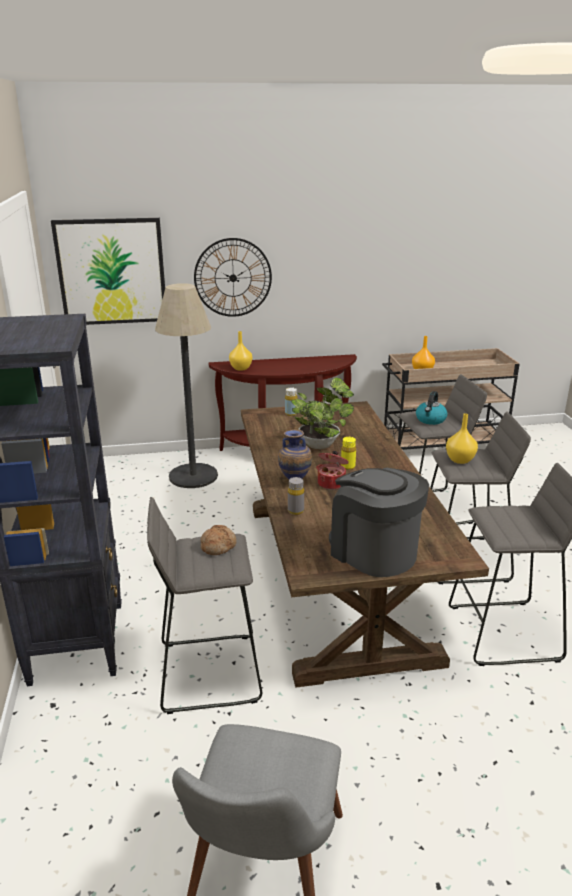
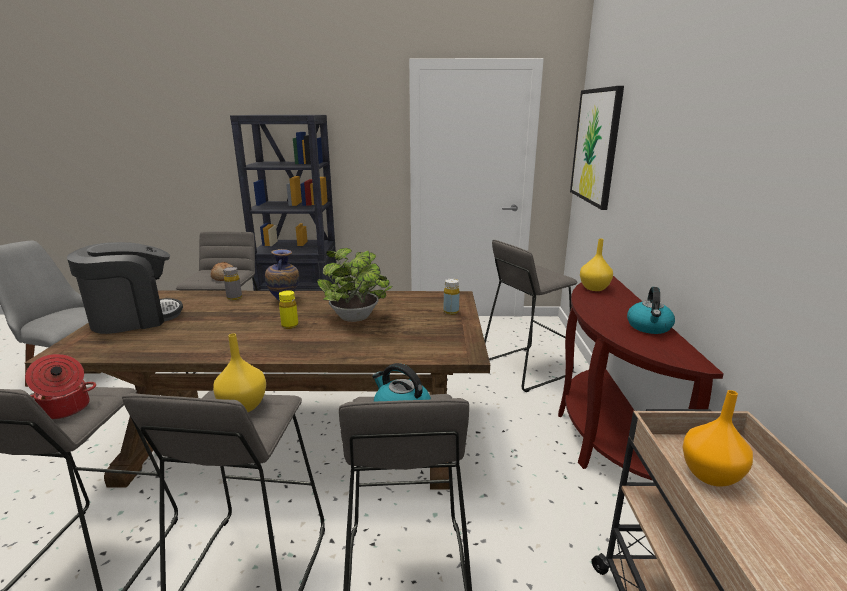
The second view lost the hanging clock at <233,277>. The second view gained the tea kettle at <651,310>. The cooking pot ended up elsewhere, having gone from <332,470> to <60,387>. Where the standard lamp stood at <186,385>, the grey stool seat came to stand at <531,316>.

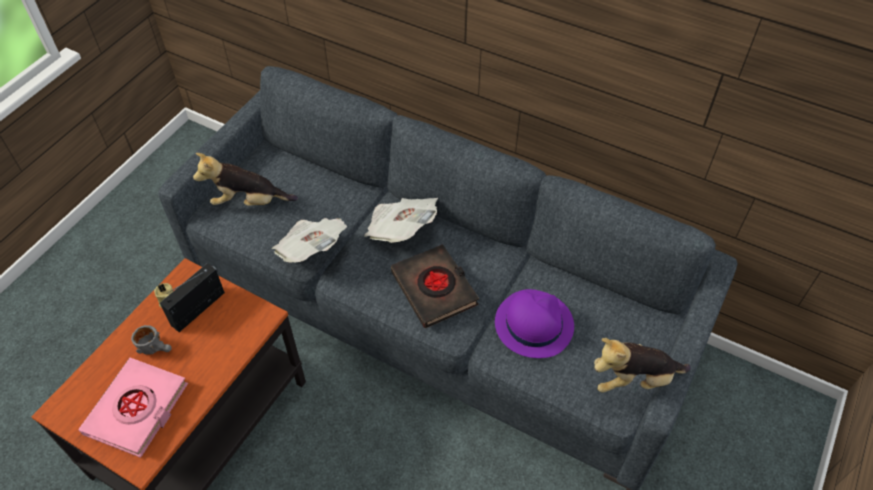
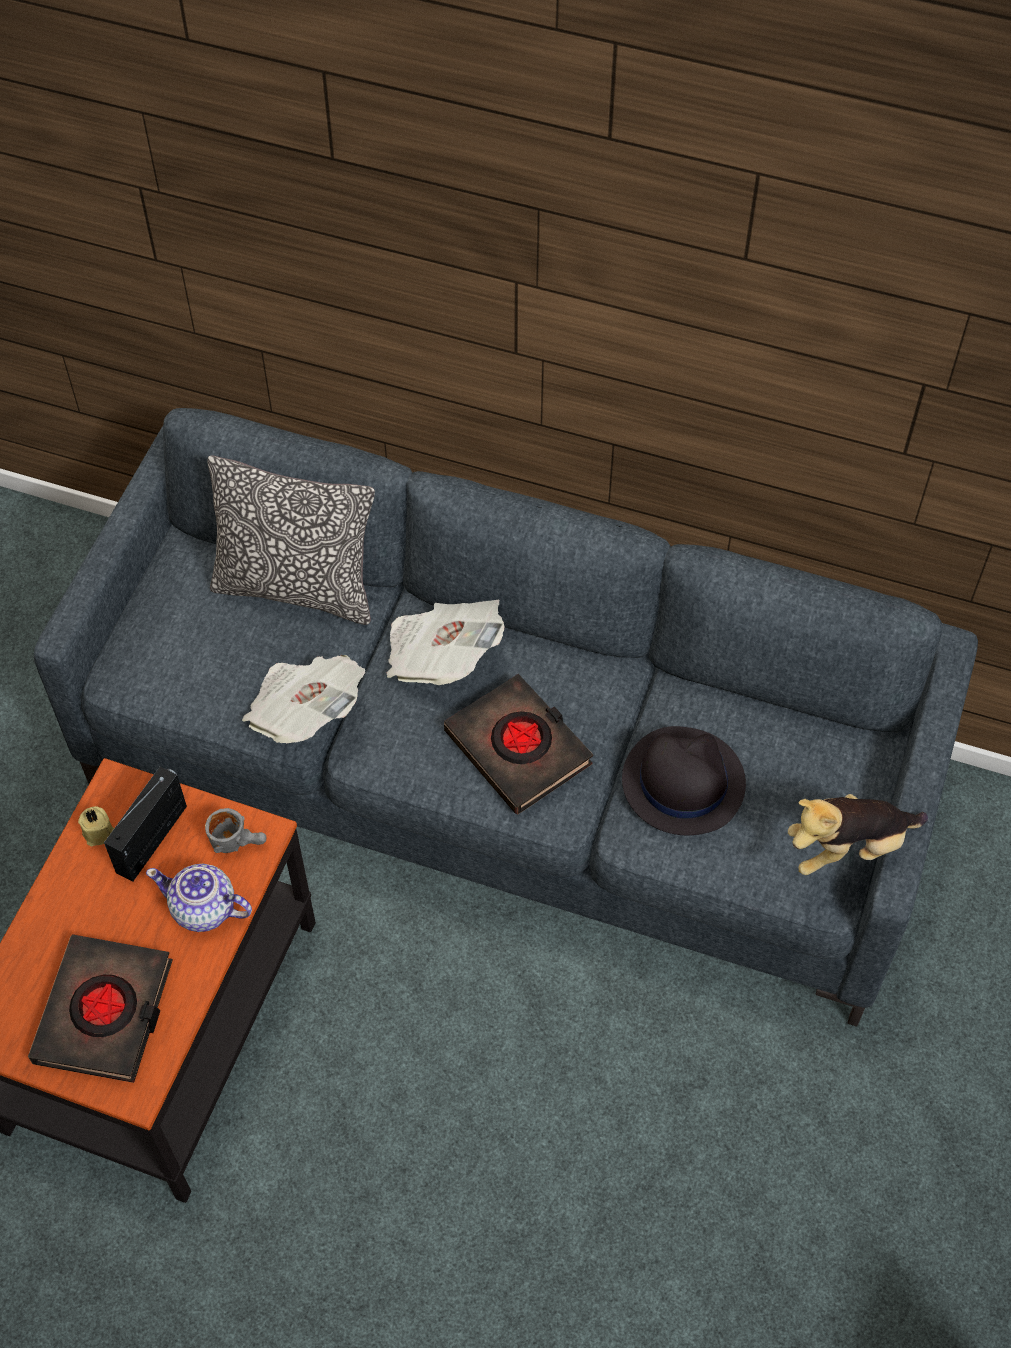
The second view lost the cuddly toy at <245,179>. The second view gained the pot for tea at <199,898>. The second view gained the cushion at <291,540>. The grey tea mug ended up elsewhere, having gone from <151,340> to <236,830>. What was the pinkish volume at <133,408> turned into the blackish volume at <100,1008>. What was the purple clothing hat at <534,323> turned into the blackish clothing hat at <684,780>.

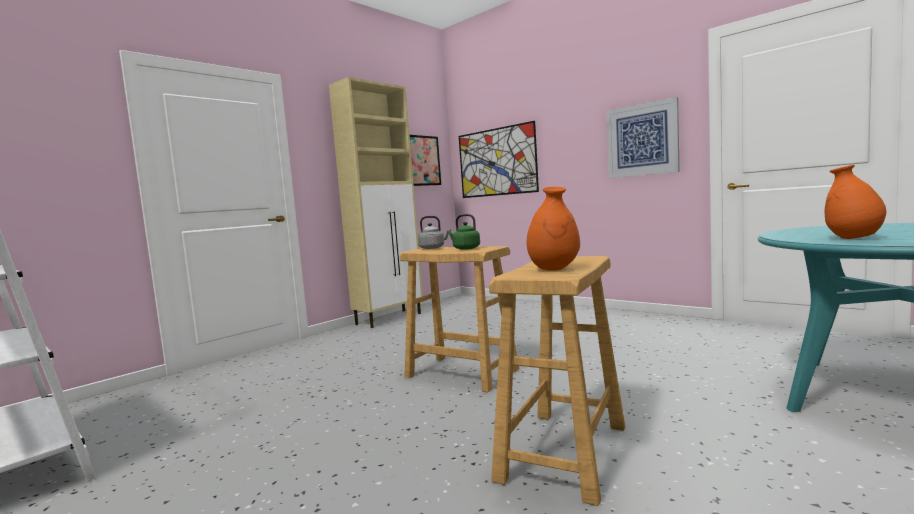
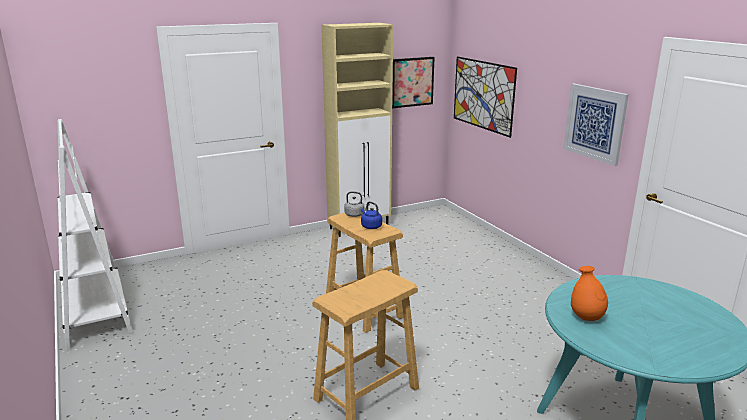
The second view lost the orange-coloured vase at <553,229>. What was the green tea kettle at <463,232> turned into the blue-coloured tea kettle at <371,215>.

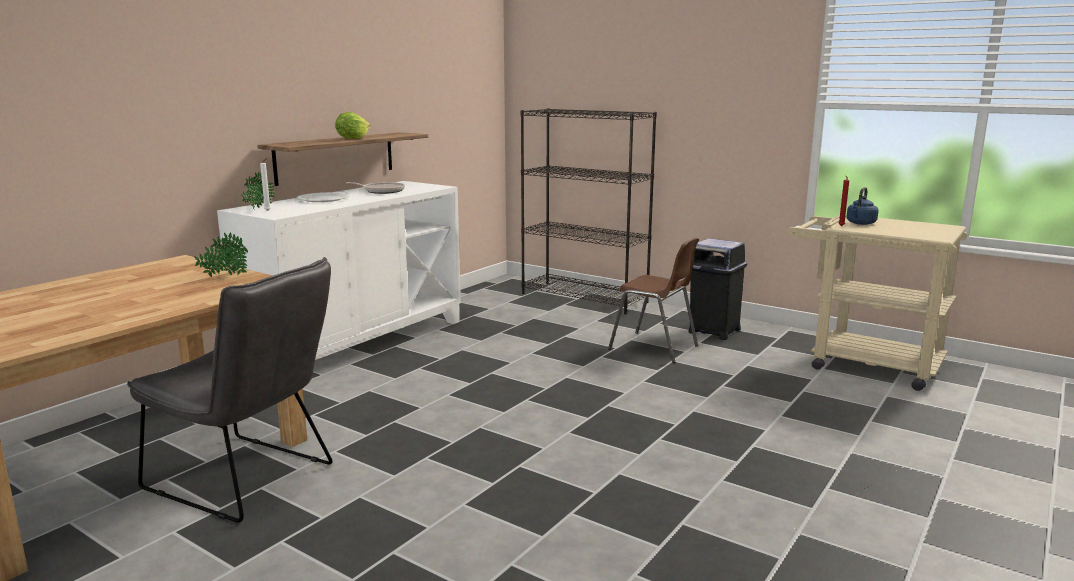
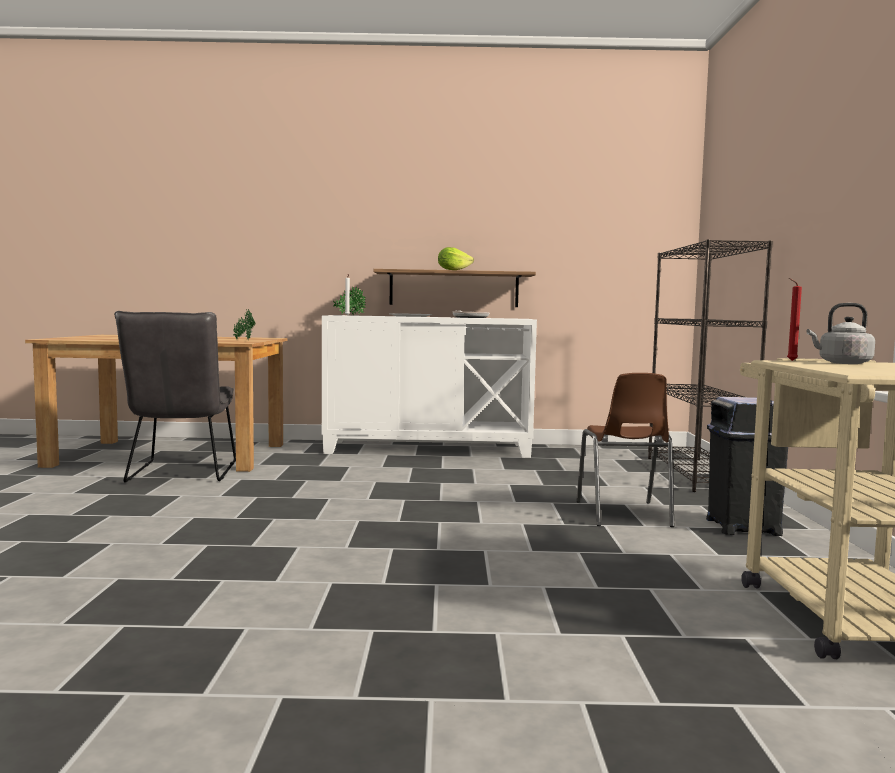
What was the blue-coloured tea kettle at <862,206> turned into the grey tea kettle at <840,333>.

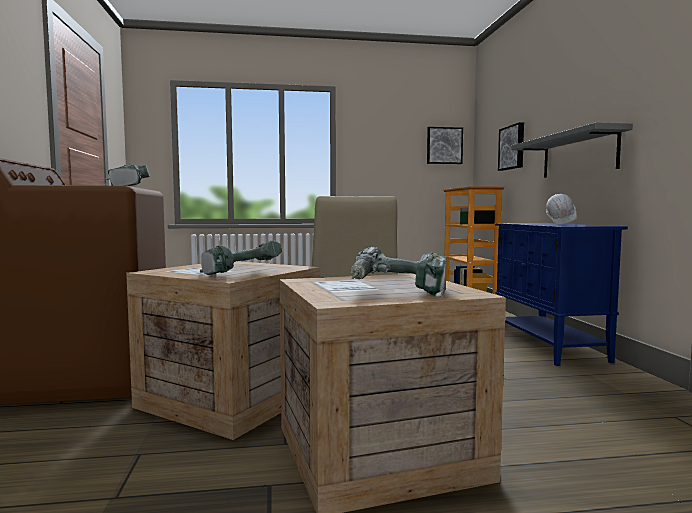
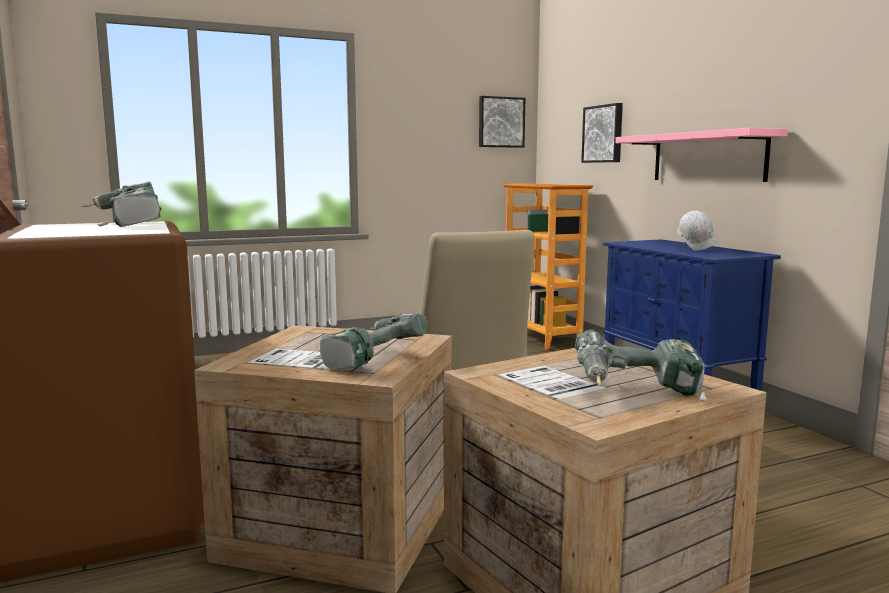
What was the grey wall shelf at <572,150> turned into the pinkish wall shelf at <701,155>.

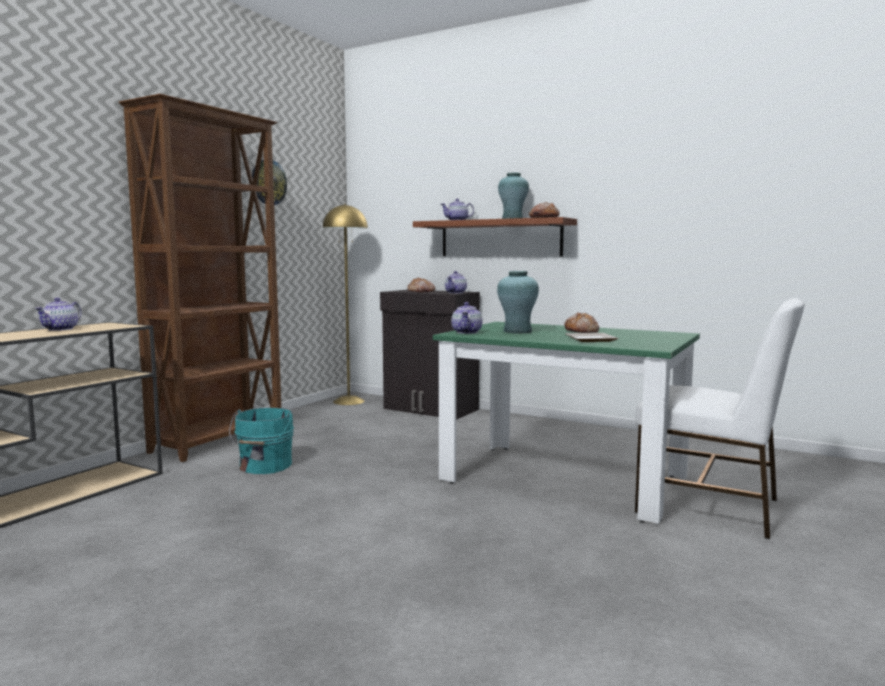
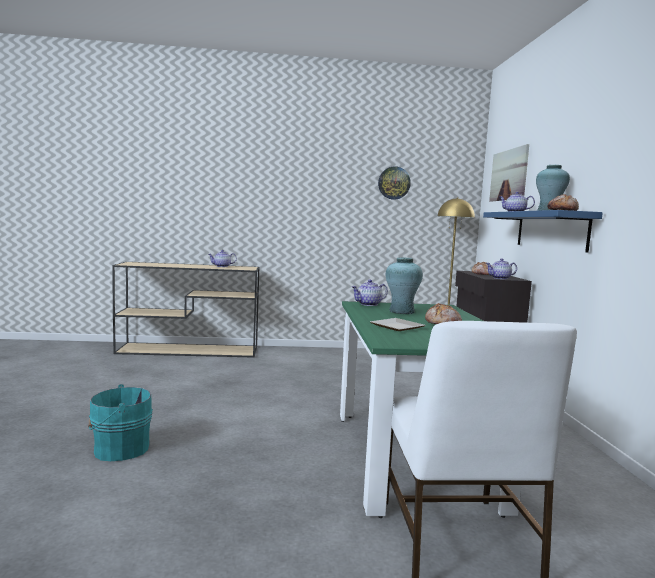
The second view lost the brownish shelving unit at <199,278>. The second view gained the wall picture at <509,173>. The turquoise-coloured bucket ended up elsewhere, having gone from <261,441> to <120,422>. What was the brownish wall shelf at <495,236> turned into the blue-coloured wall shelf at <543,231>.

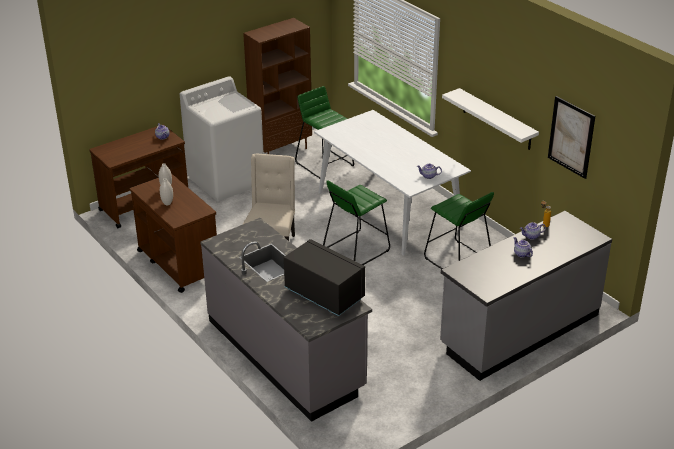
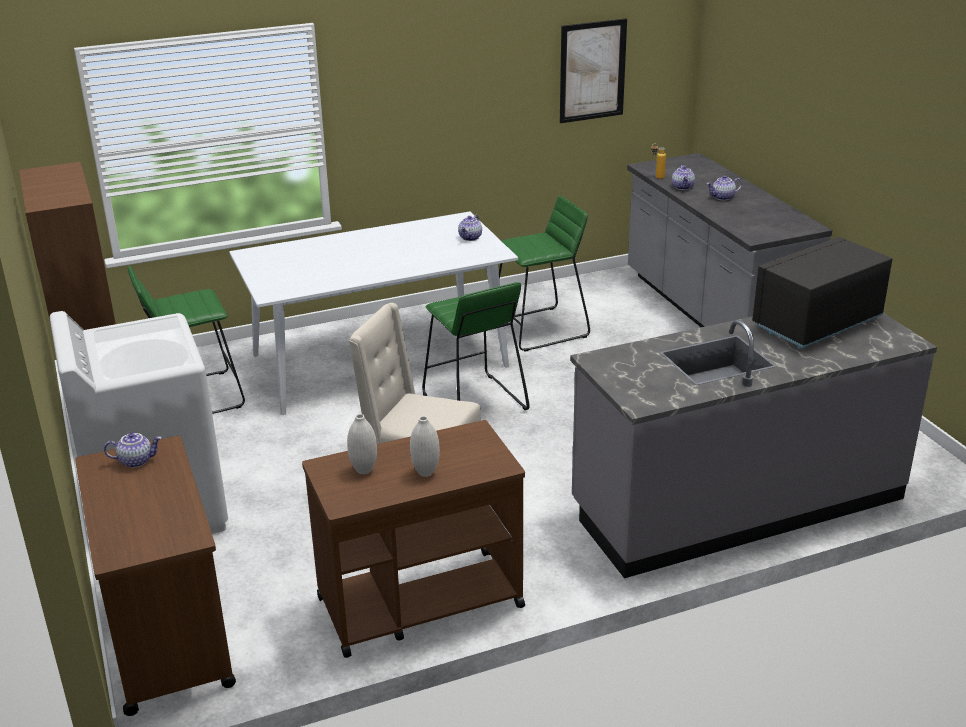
The second view lost the white wall shelf at <490,119>.

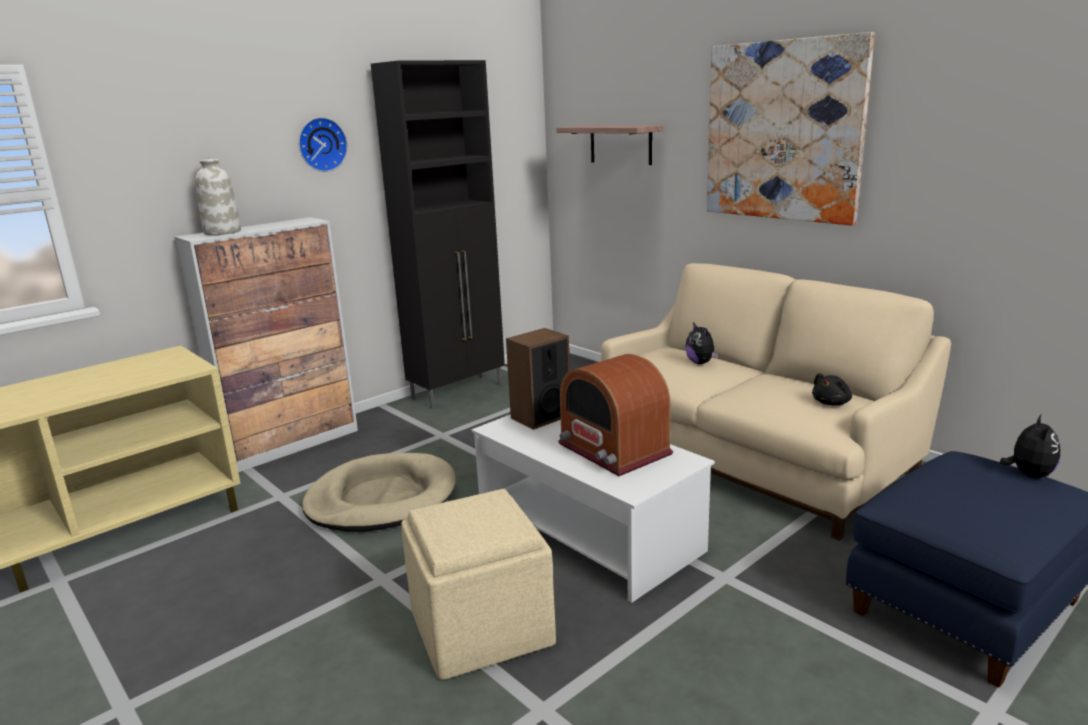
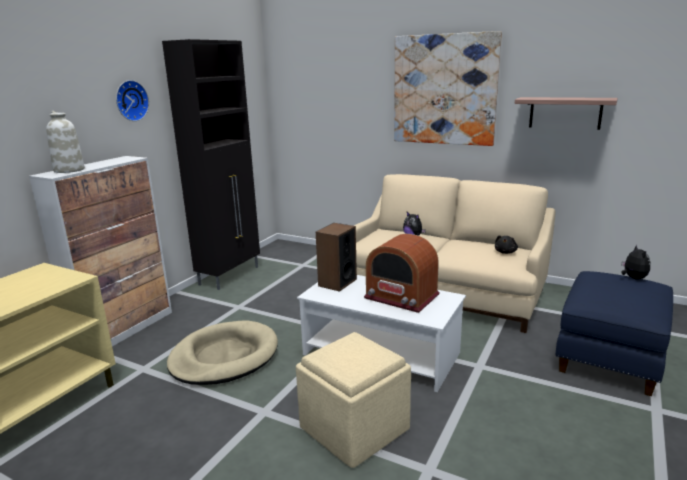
The wall shelf ended up elsewhere, having gone from <609,145> to <566,113>.

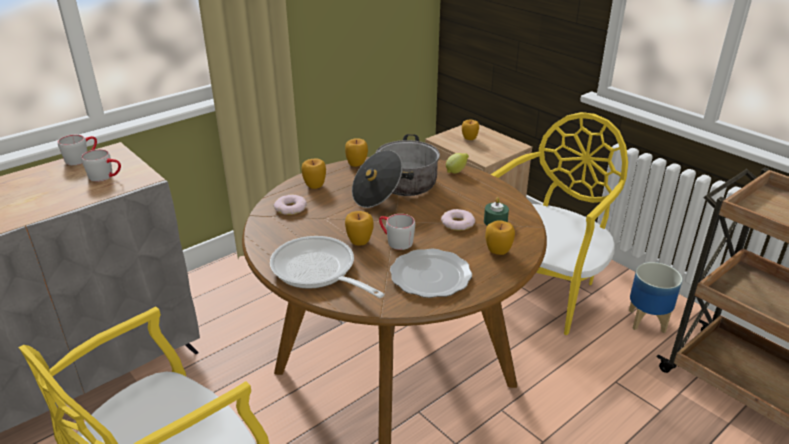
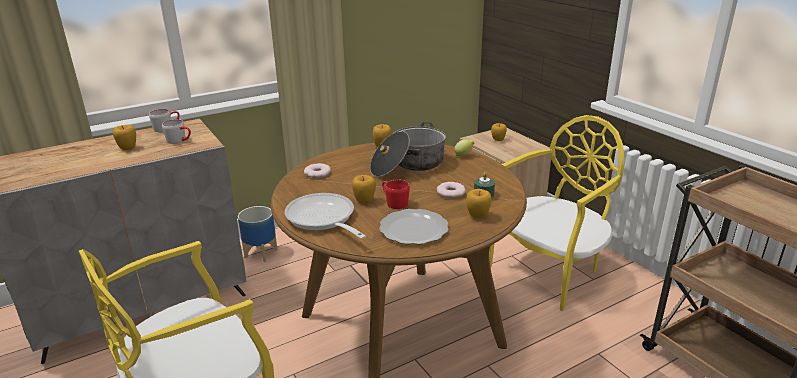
The apple fruit ended up elsewhere, having gone from <313,173> to <124,137>. The planter ended up elsewhere, having gone from <655,297> to <257,234>. What was the grey tea mug at <397,232> turned into the reddish tea mug at <396,194>.

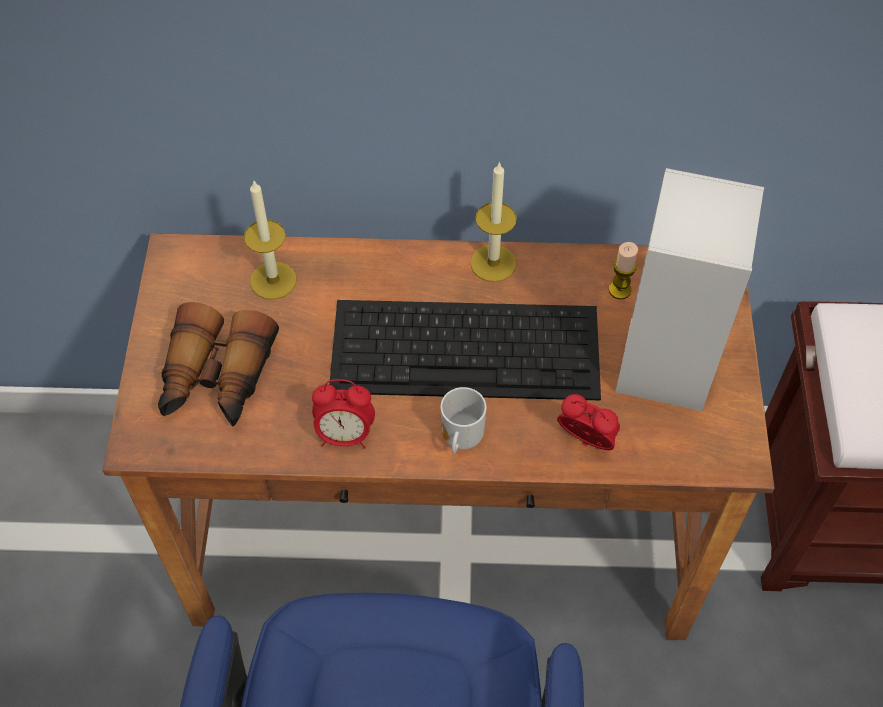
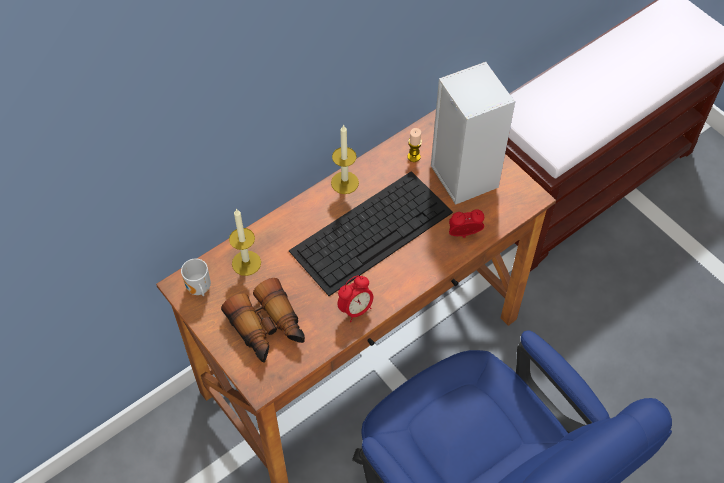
The tea mug ended up elsewhere, having gone from <463,420> to <196,277>.

